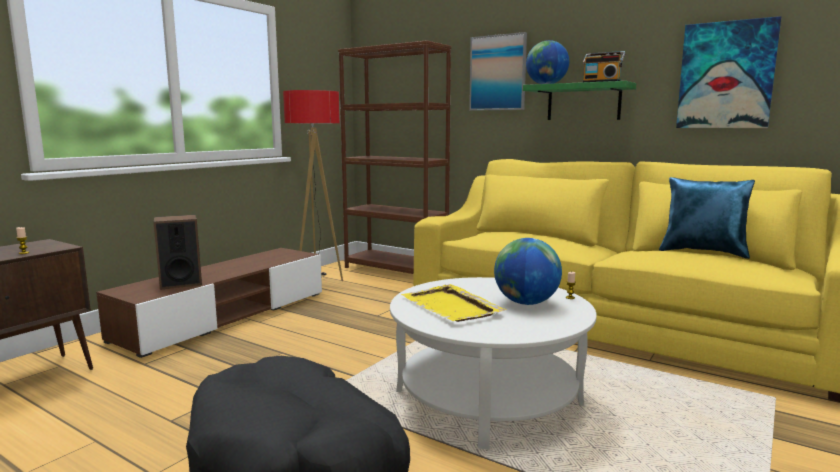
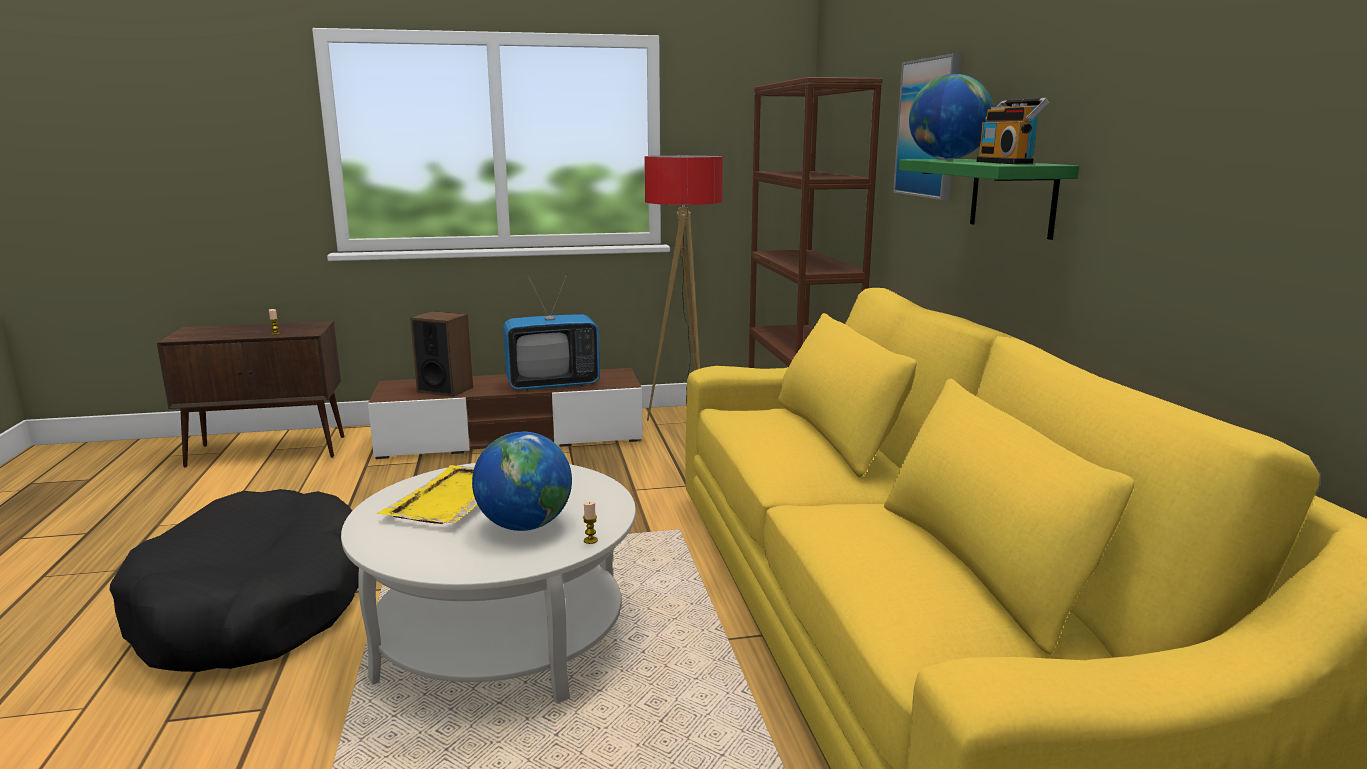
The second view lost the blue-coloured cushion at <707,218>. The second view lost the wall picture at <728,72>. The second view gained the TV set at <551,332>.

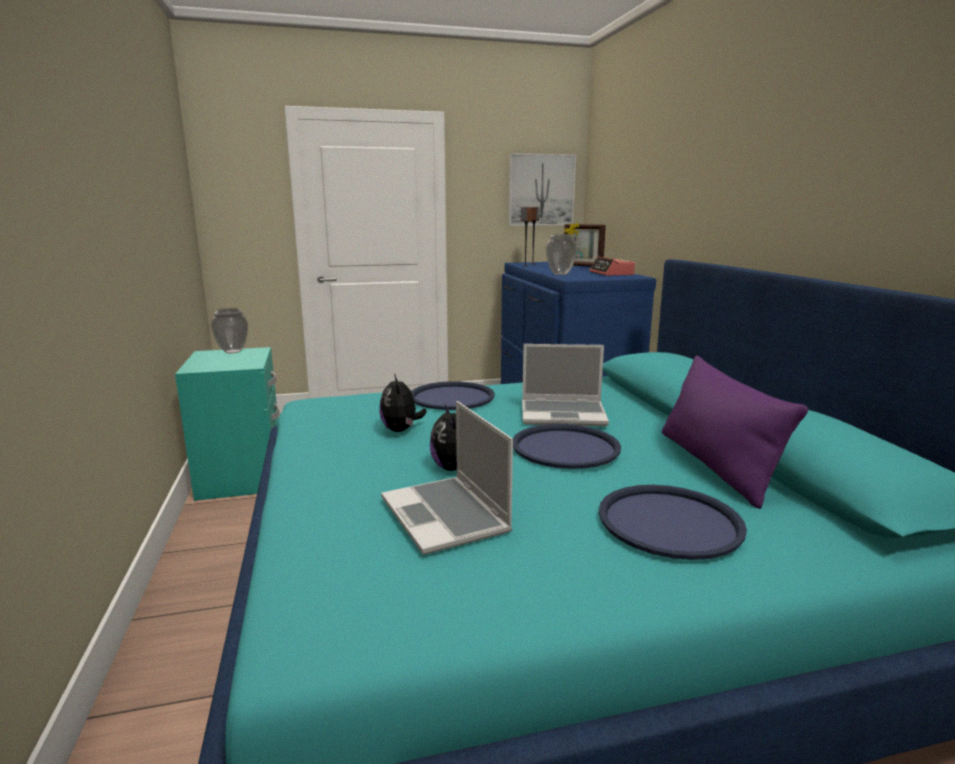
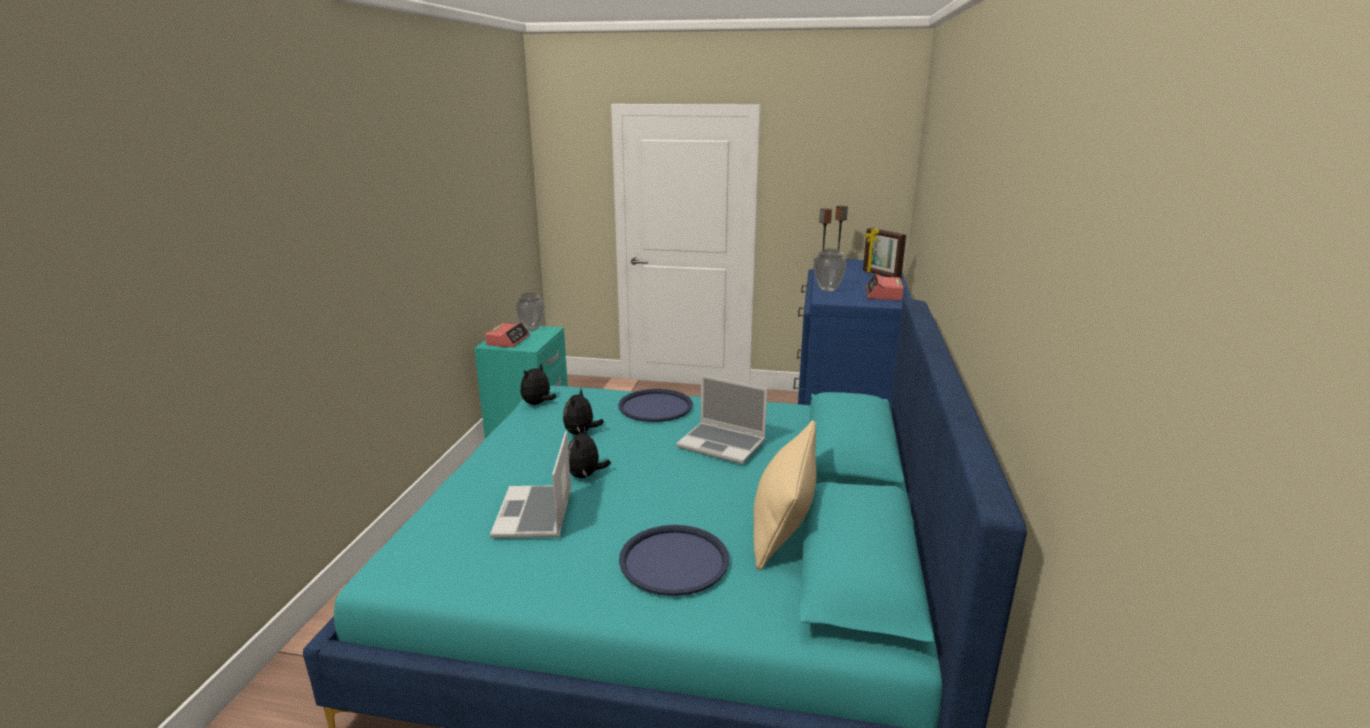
The second view lost the wall picture at <542,189>. The second view lost the blue-coloured serving tray at <567,446>. The second view gained the alarm clock at <507,334>. The second view gained the cuddly toy at <538,384>. What was the purple cushion at <735,432> turned into the sand-coloured cushion at <785,495>.

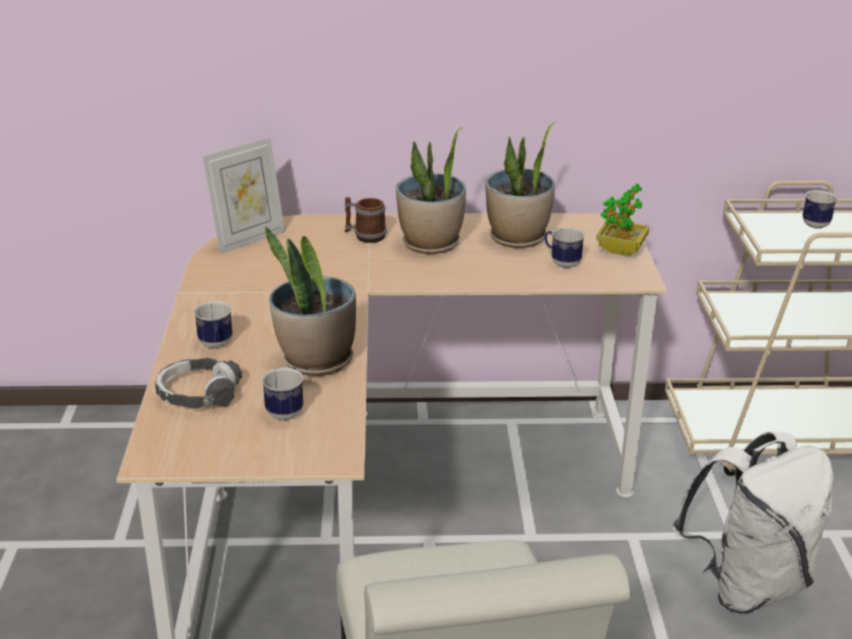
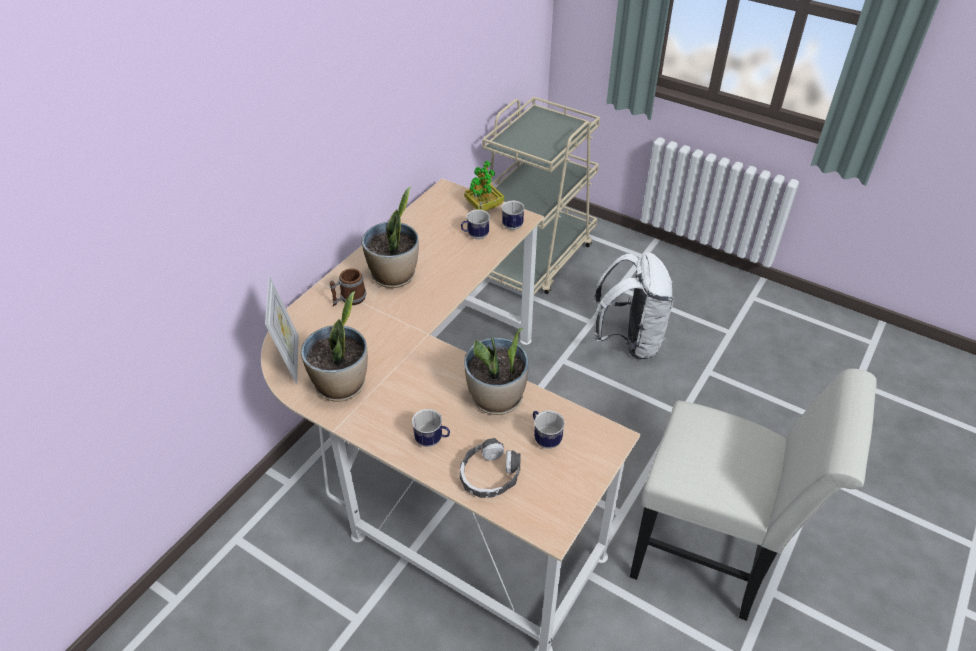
The houseplant ended up elsewhere, having gone from <520,185> to <334,346>. The tea mug ended up elsewhere, having gone from <820,209> to <513,215>.

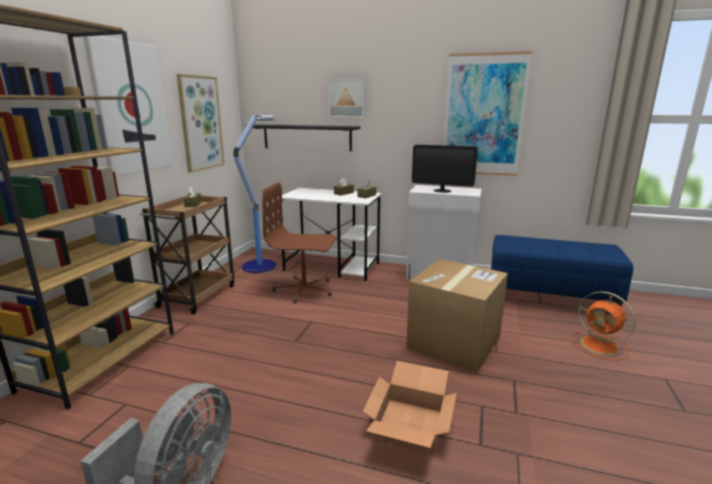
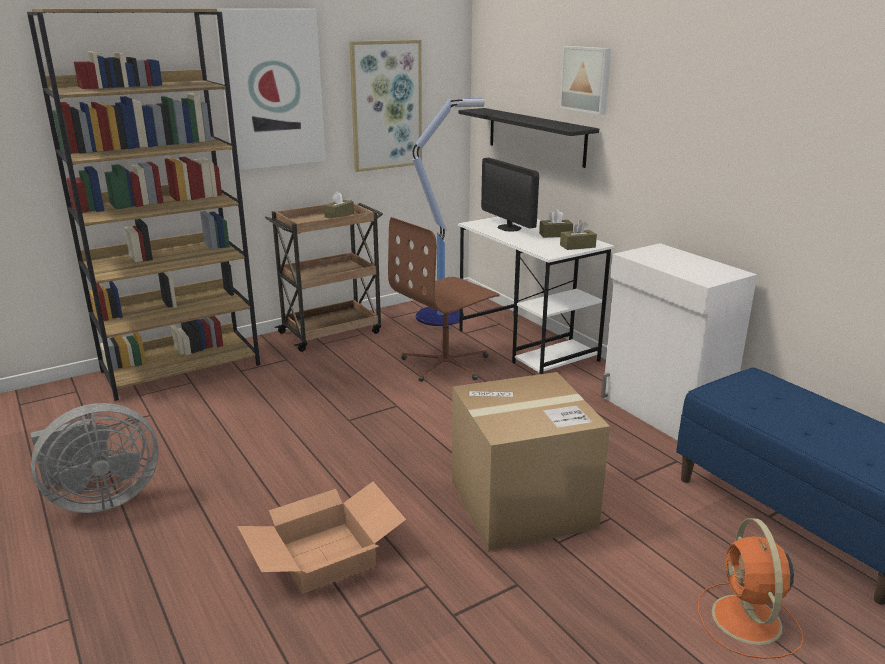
The second view lost the wall picture at <487,113>. The monitor ended up elsewhere, having gone from <445,169> to <510,194>. The brownish office chair at <299,242> ended up facing another way, 90 degrees counterclockwise from before.

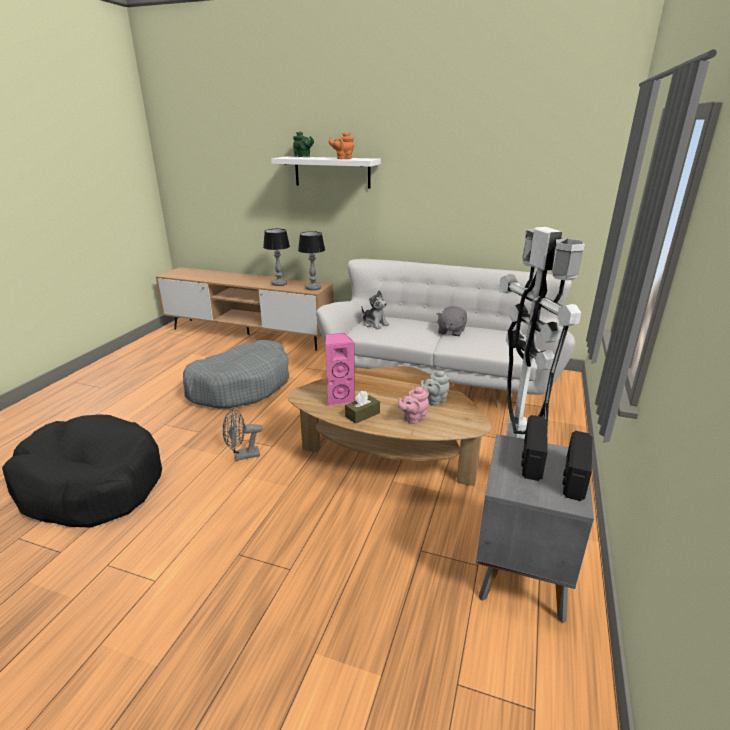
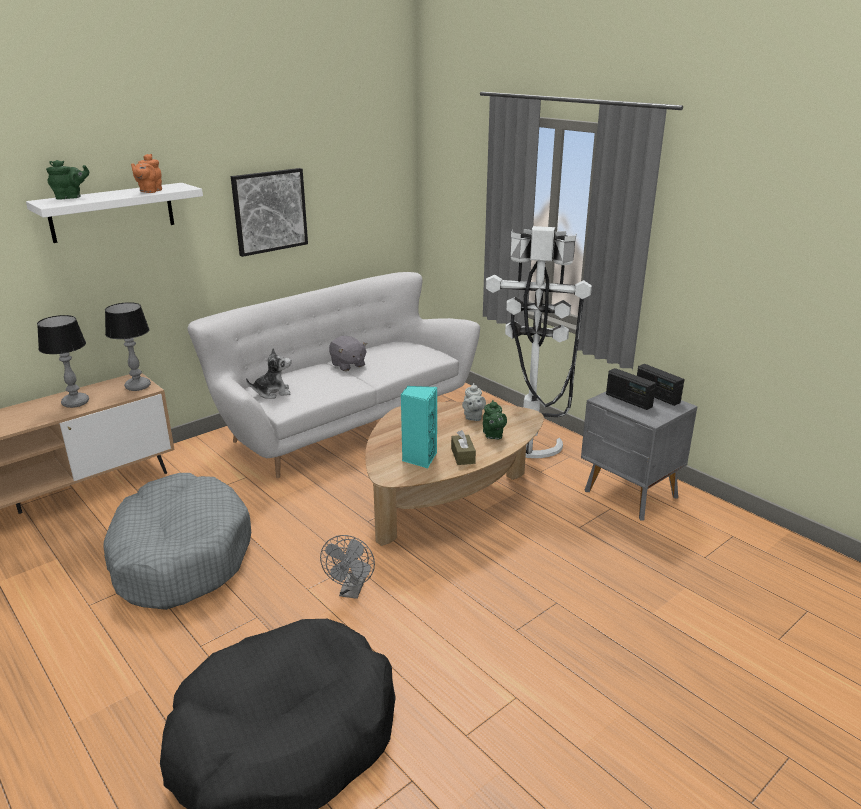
The second view gained the wall picture at <269,212>. What was the pinkish audio speaker at <340,369> turned into the turquoise-coloured audio speaker at <419,427>. What was the pinkish pot for tea at <413,405> turned into the green pot for tea at <495,419>.

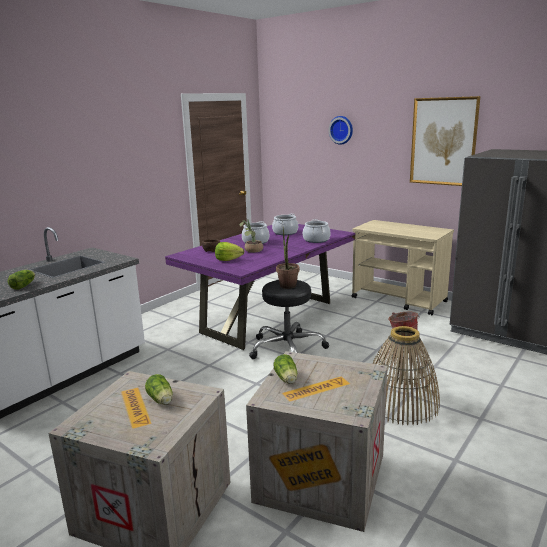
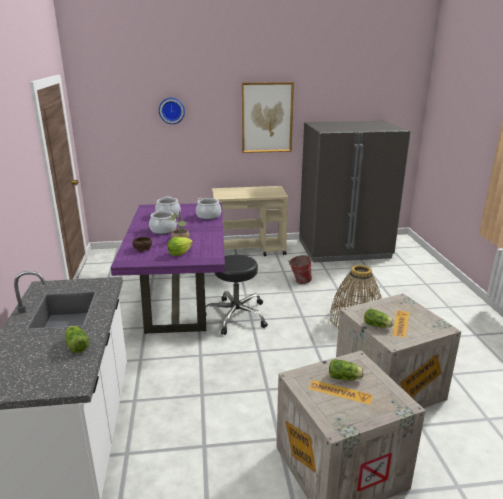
The second view lost the houseplant at <288,259>.

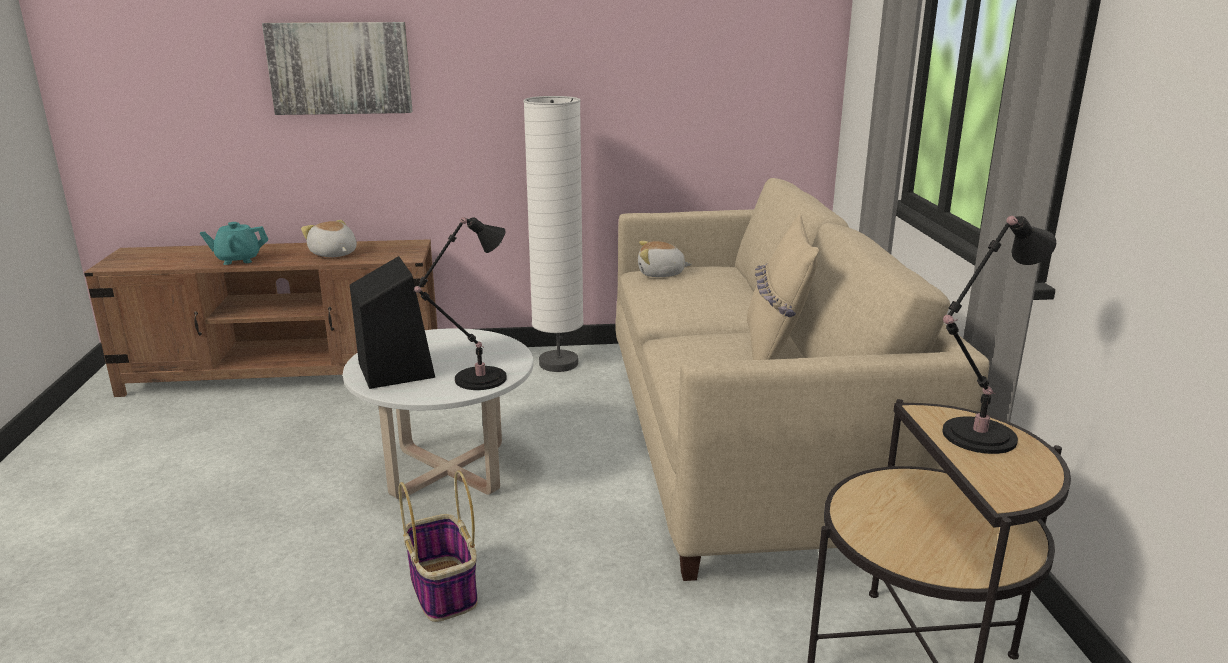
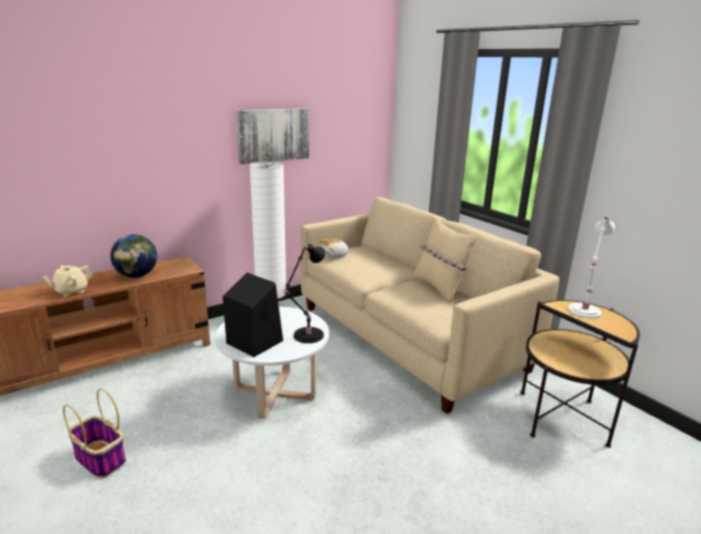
The wall picture ended up elsewhere, having gone from <337,68> to <272,136>. The basket ended up elsewhere, having gone from <438,546> to <94,433>. Where the cuddly toy stood at <329,238>, the globe came to stand at <133,256>. What was the turquoise-coloured pot for tea at <234,243> turned into the sand-coloured pot for tea at <68,281>. What was the blackish lamp for a table at <999,335> turned into the white lamp for a table at <591,266>.

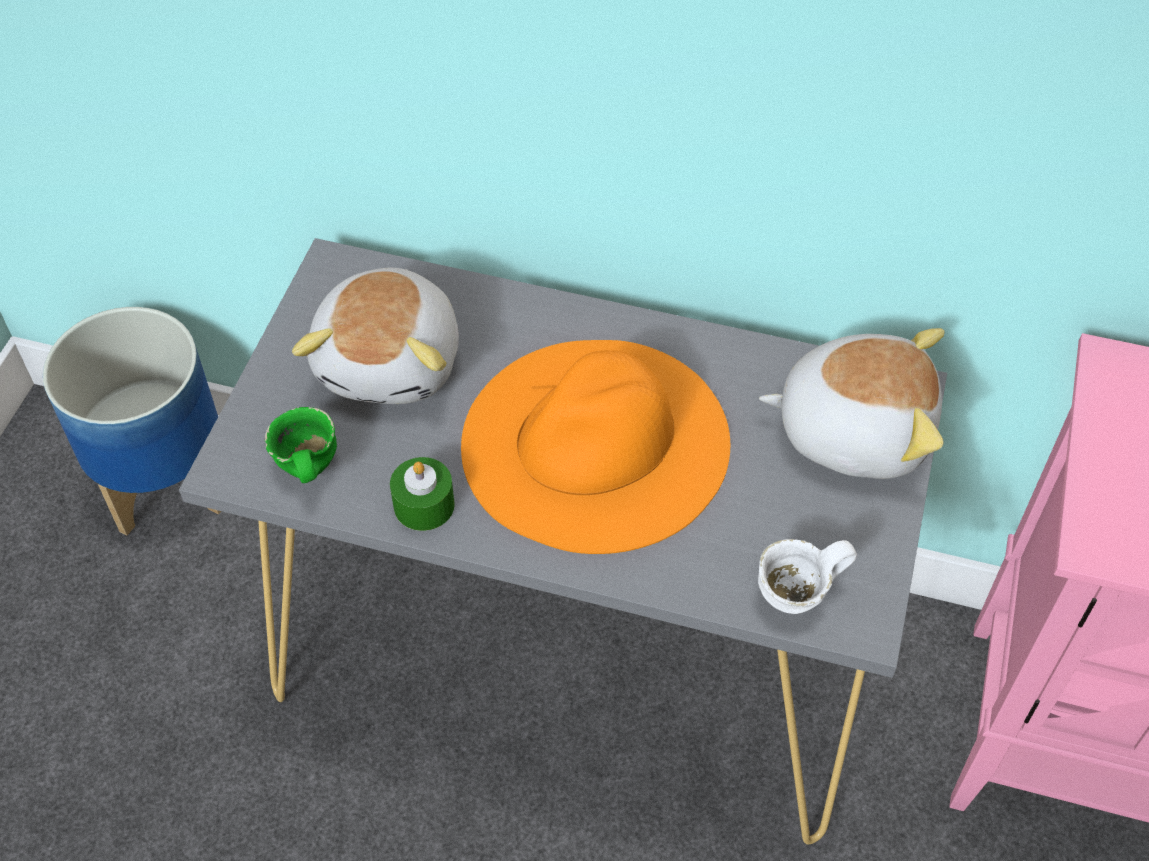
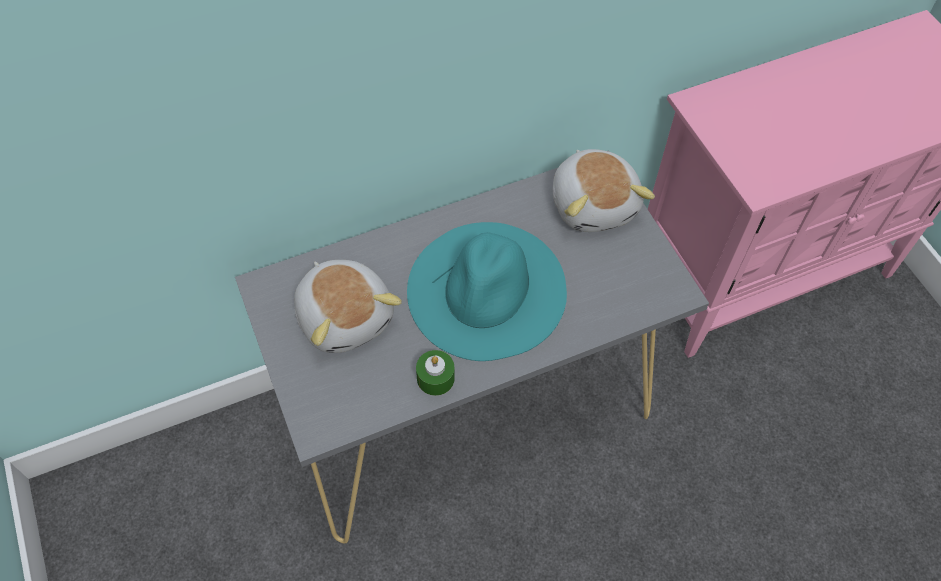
The second view lost the planter at <132,421>. The second view lost the green tea mug at <301,445>. The second view lost the white tea mug at <807,576>. What was the orange-coloured clothing hat at <595,447> turned into the turquoise-coloured clothing hat at <487,291>. The cuddly toy at <852,403> ended up facing another way, 105 degrees clockwise from before.

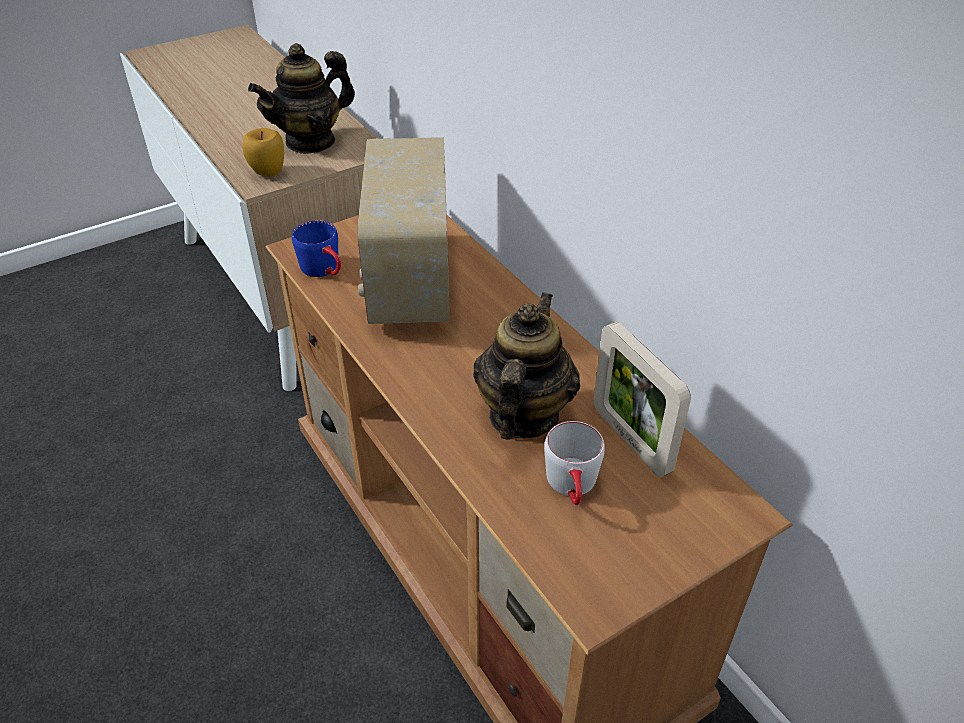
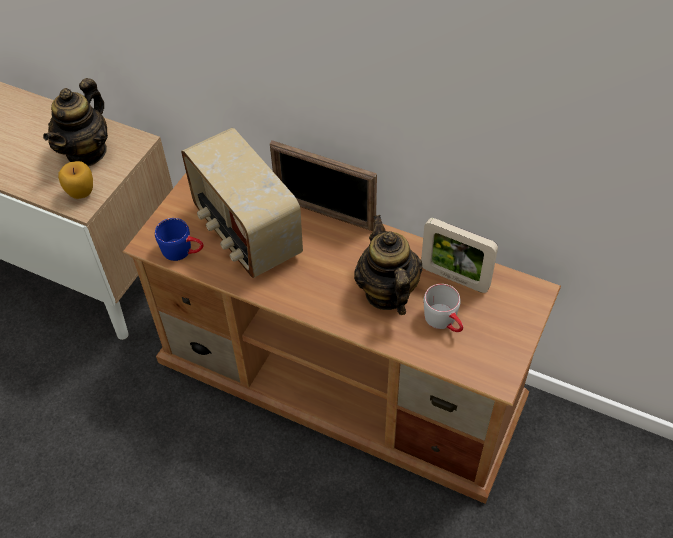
The second view gained the photo frame at <323,186>.

